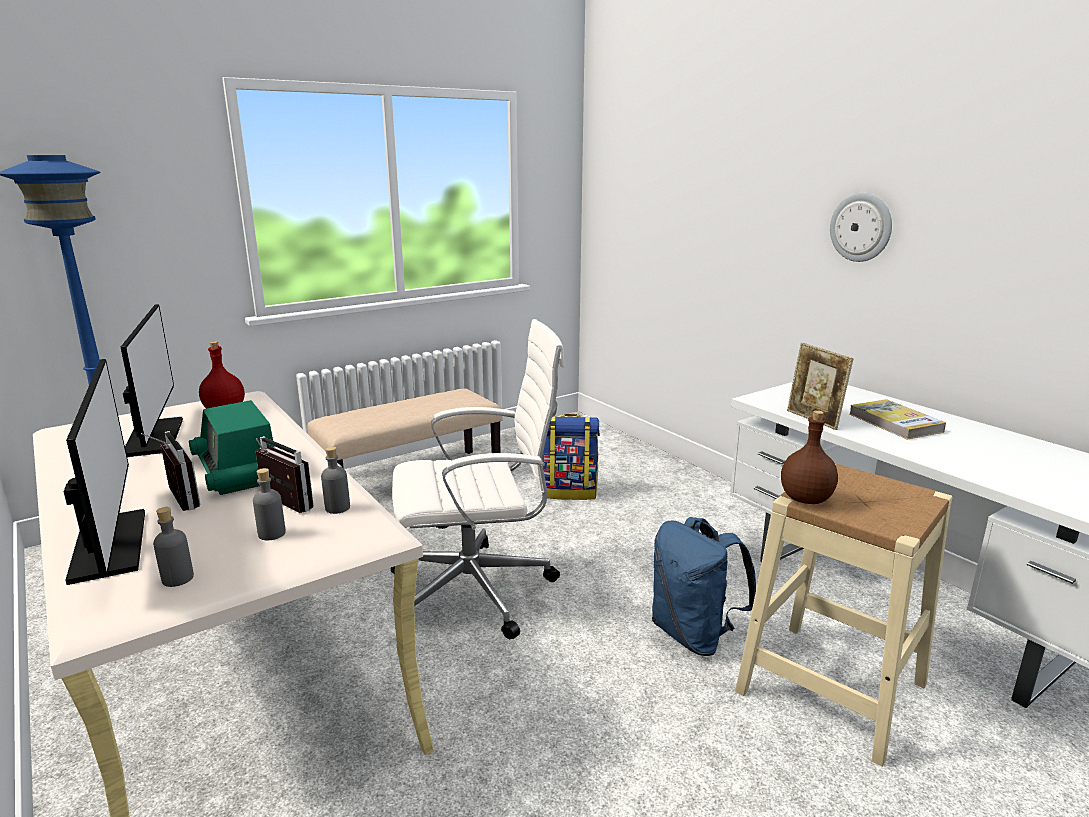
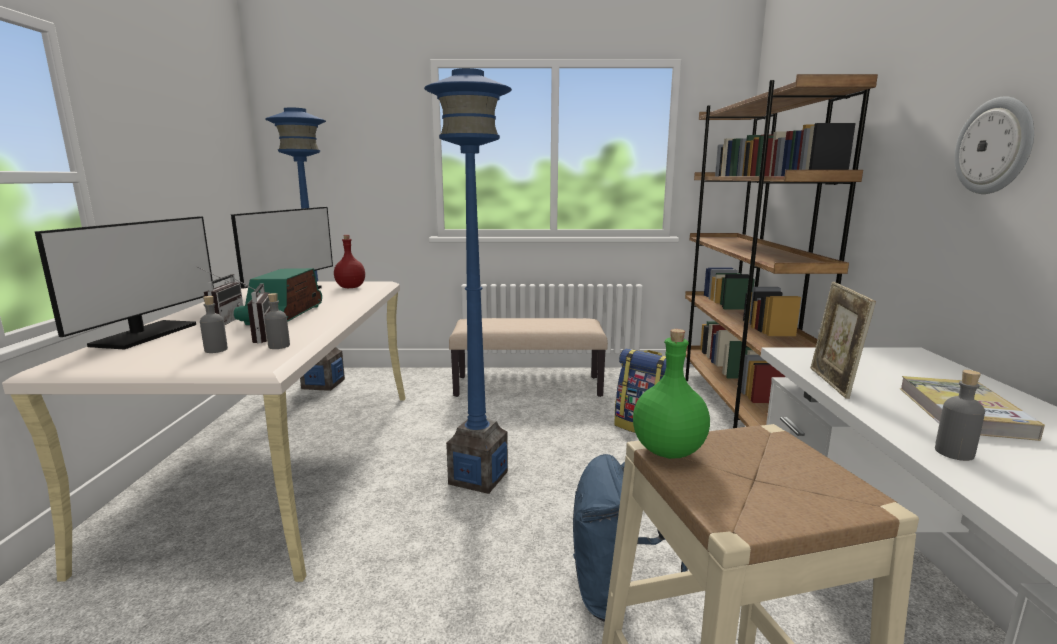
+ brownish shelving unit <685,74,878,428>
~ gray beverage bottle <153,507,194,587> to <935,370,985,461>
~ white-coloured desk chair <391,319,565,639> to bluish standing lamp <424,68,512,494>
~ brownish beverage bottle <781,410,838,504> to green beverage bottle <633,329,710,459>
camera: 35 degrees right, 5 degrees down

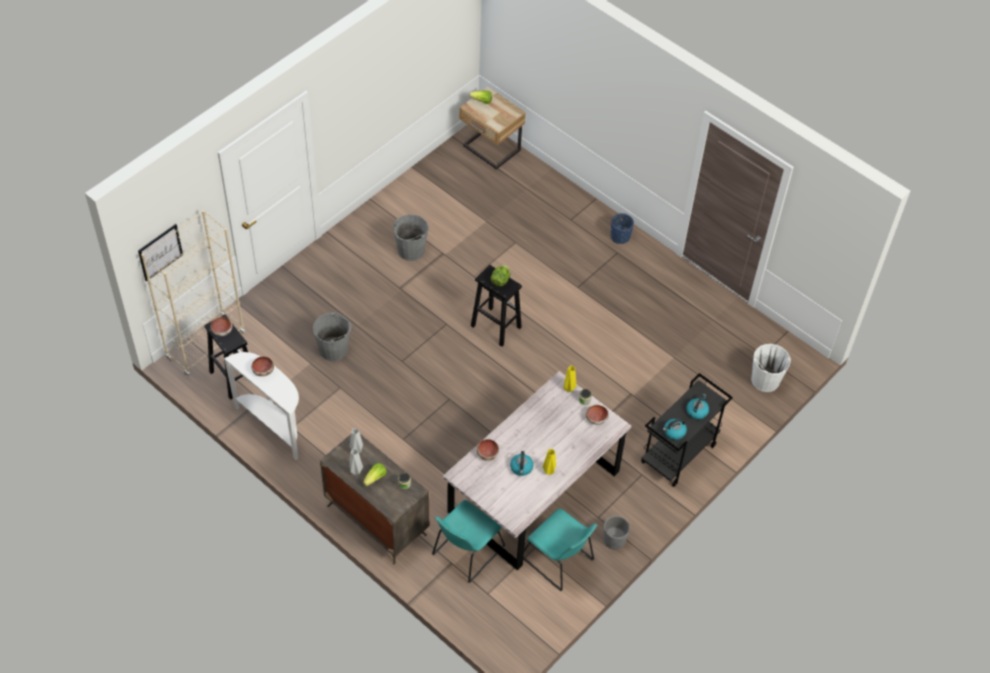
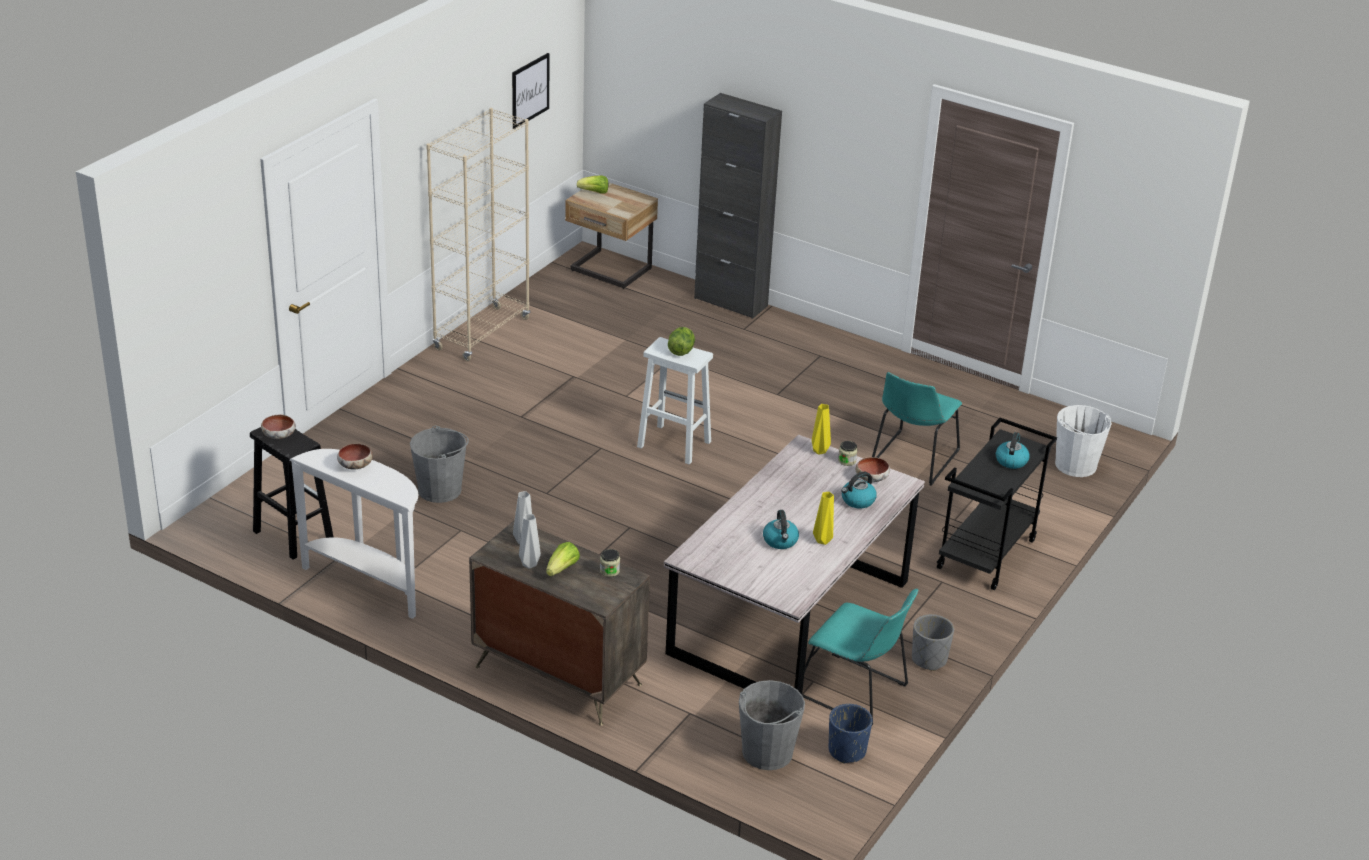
- deep dish <477,439,499,461>
+ black-coloured cabinet <694,93,782,319>
~ wall art <138,224,183,282> to <512,53,549,129>
~ sand-coloured shelving unit <141,210,245,376> to <426,108,530,361>
~ gray pail <393,214,428,261> to <739,680,805,770>
~ turquoise-coloured plain chair <432,500,505,583> to <872,372,962,486>
~ bluish planter <611,213,634,244> to <829,704,873,764>
~ tea kettle <663,418,687,440> to <841,472,877,509>
~ black-coloured stool seat <471,265,522,347> to white-coloured stool seat <637,337,713,465>
camera: 10 degrees left, 20 degrees down

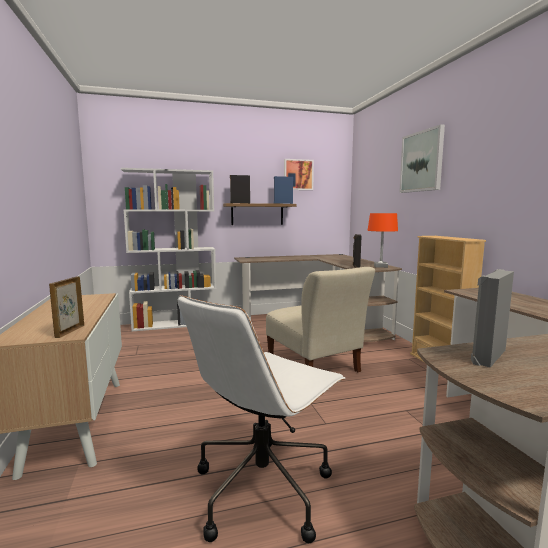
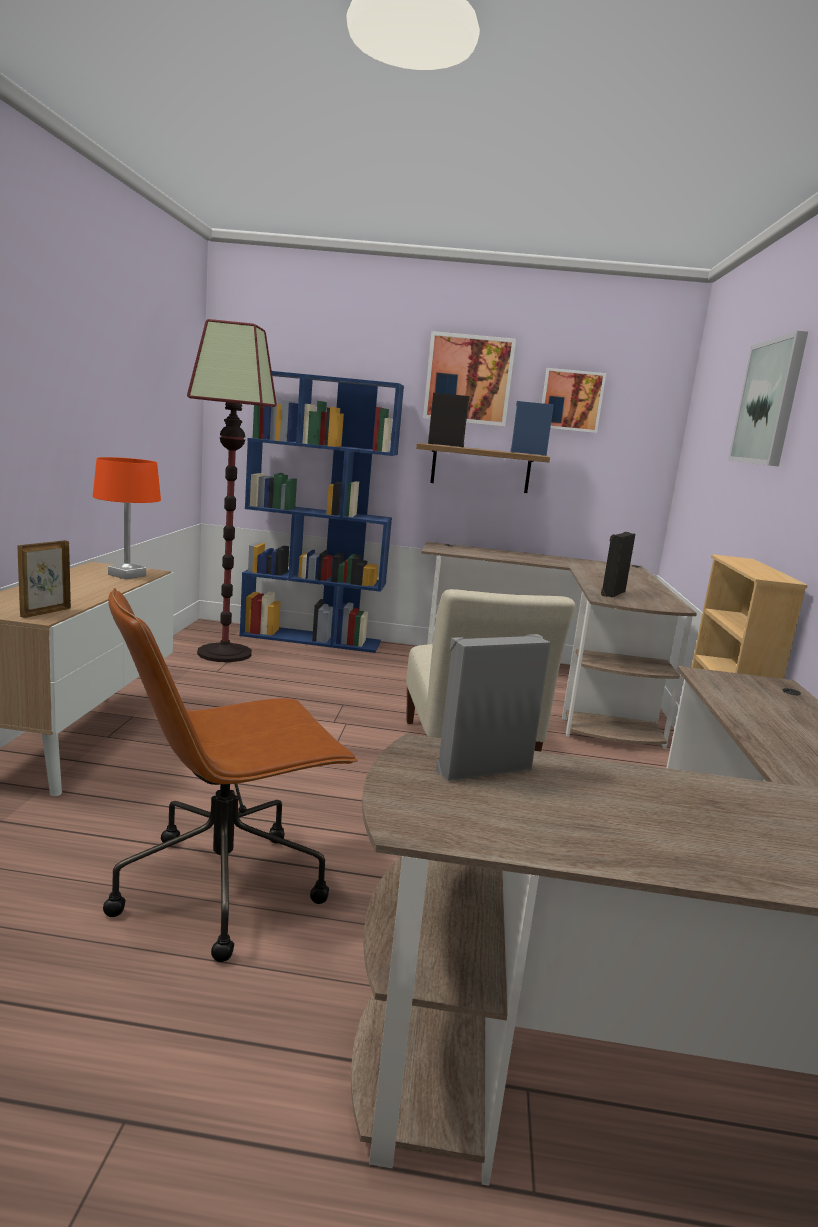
+ standing lamp <187,319,277,662>
+ wall art <423,331,516,426>
~ orange lamp for a table <367,213,398,268> to <93,457,161,579>
~ white-coloured shelving unit <121,168,216,331> to bluish shelving unit <239,371,404,653>
~ white-coloured desk chair <178,295,345,543> to brownish desk chair <103,588,358,962>
camera: 20 degrees right, 5 degrees up

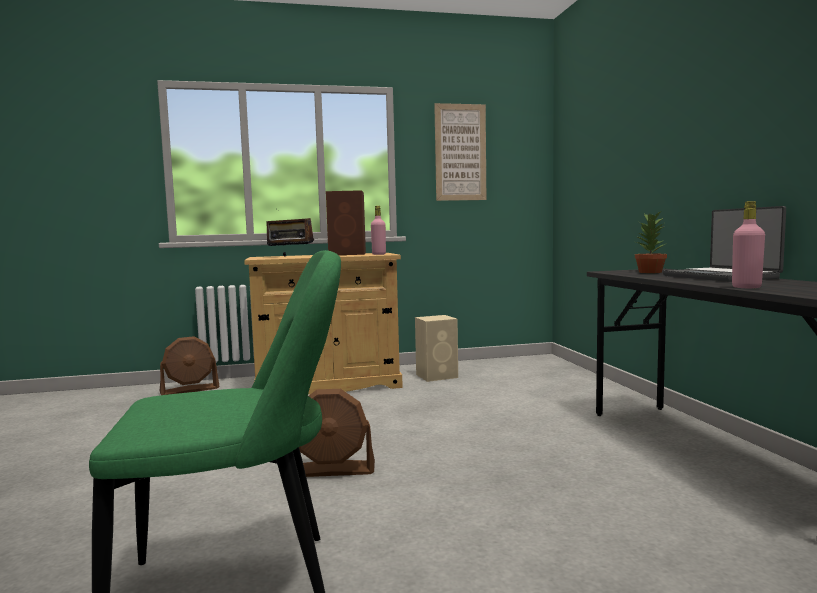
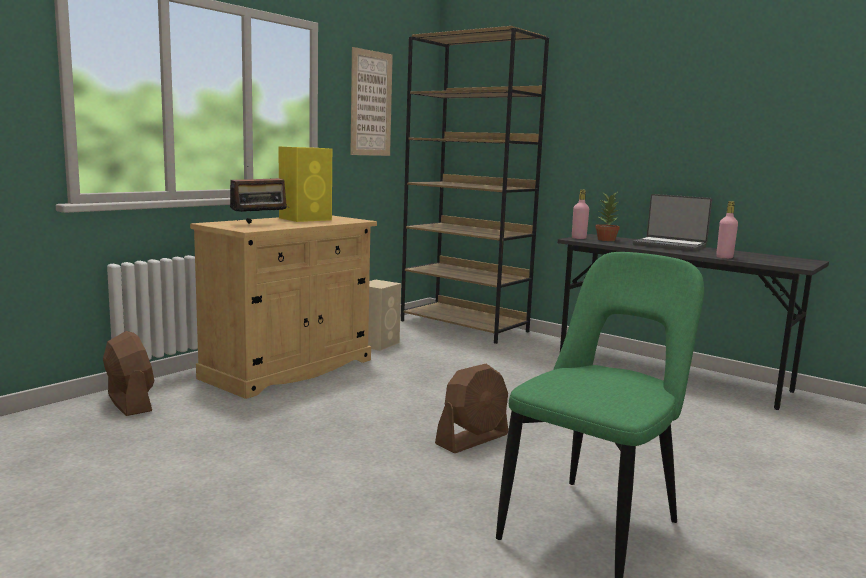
+ brownish shelving unit <401,26,549,344>
~ pinkish beverage bottle <371,206,386,255> to <572,189,589,239>
~ brownish loudspeaker <326,190,366,255> to yellow loudspeaker <279,146,332,222>
~ brownish cooling fan <159,336,220,395> = <103,331,154,416> 60 degrees counterclockwise
camera: 40 degrees left, 5 degrees up

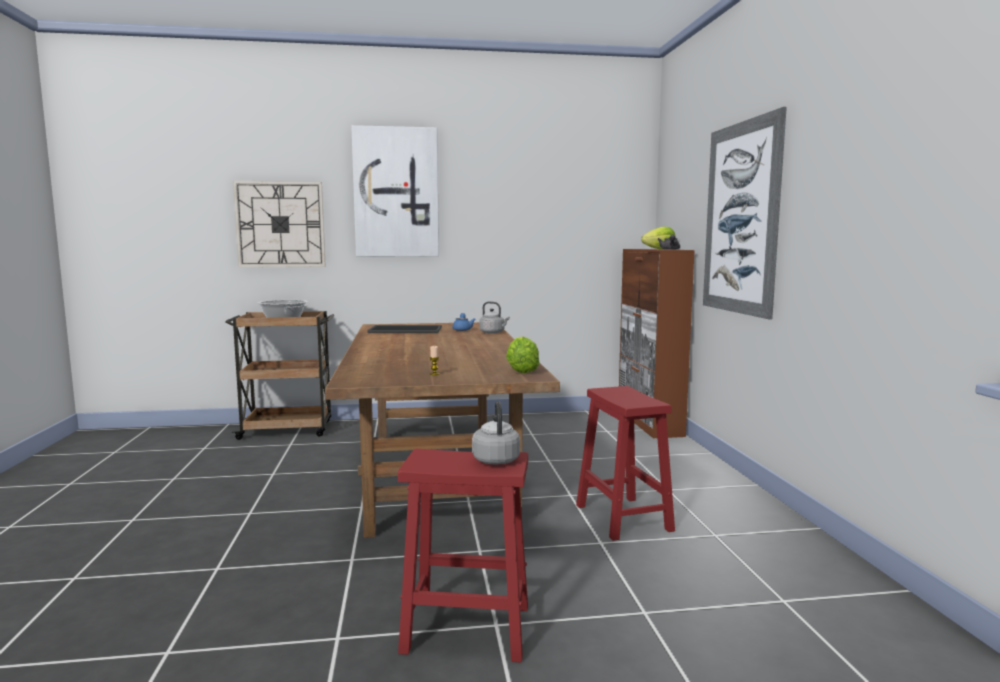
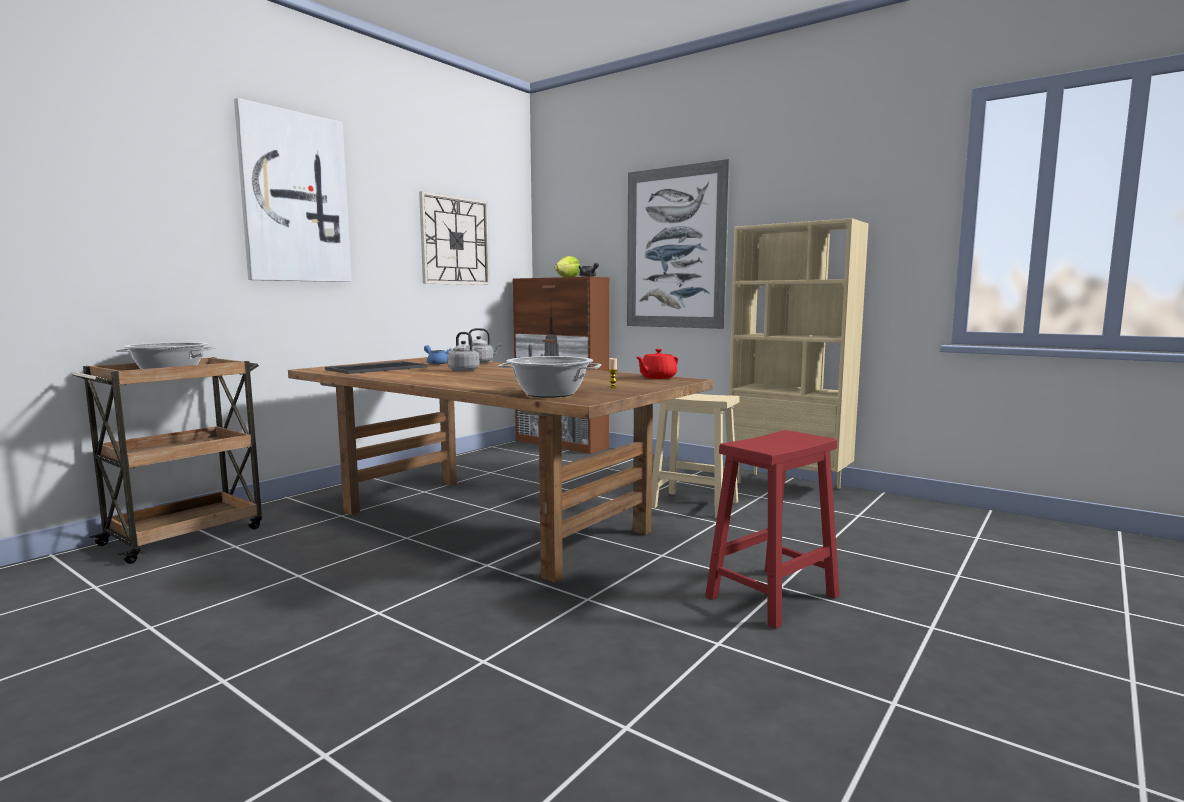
+ saucepot <498,356,601,398>
+ sand-coloured shelving unit <729,218,869,489>
~ hanging clock <233,181,326,267> to <419,191,490,285>
~ gray tea kettle <472,401,520,464> to <448,332,479,371>
~ lettuce <506,336,540,373> to red-coloured pot for tea <636,349,678,379>
~ red-coloured stool seat <576,386,675,541> to sand-coloured stool seat <651,394,739,518>
camera: 45 degrees left, 0 degrees up

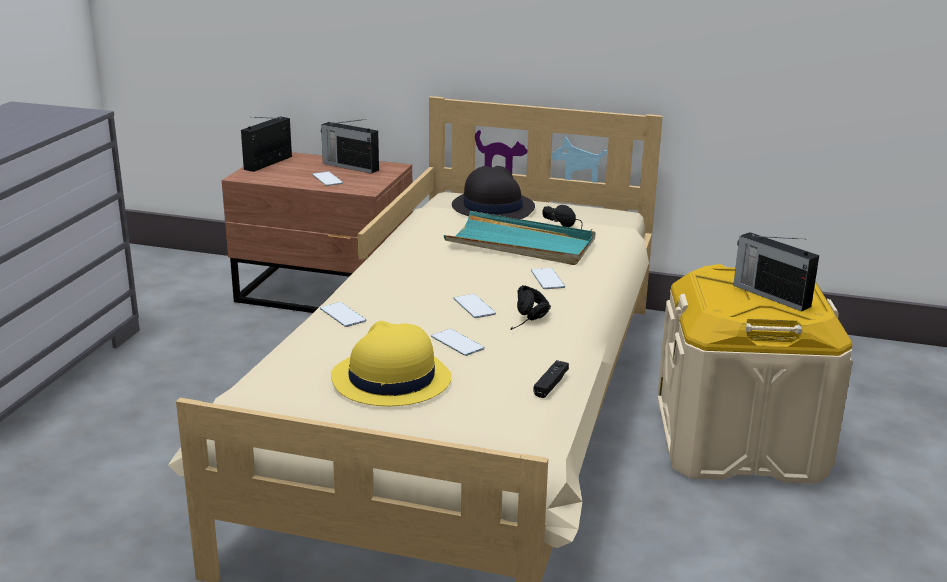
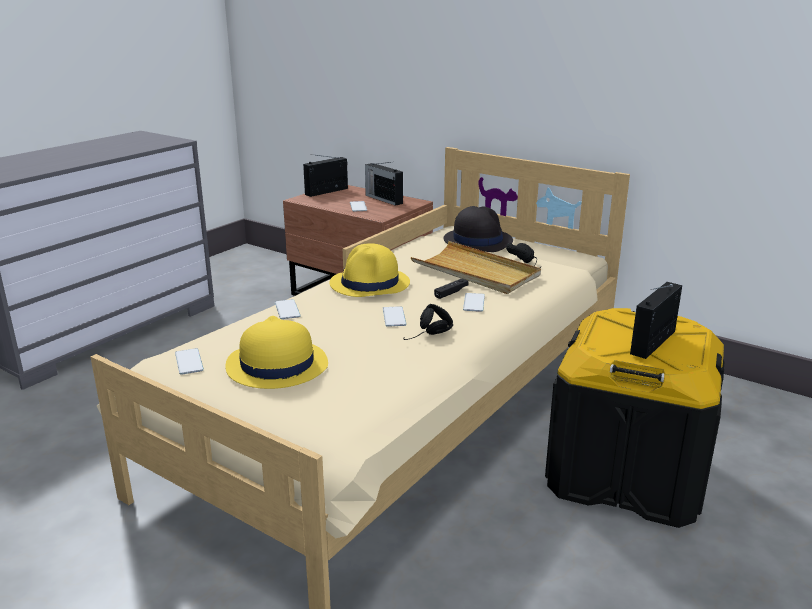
+ yellow hat <329,243,410,297>
~ phone <431,329,485,356> to <175,348,204,375>
~ black-coloured gamepad <534,360,569,398> to <434,279,469,299>
~ turquoise-coloured tray <444,211,596,265> to sand-coloured tray <411,241,541,294>
~ sand-coloured storage container <657,264,853,484> to black-coloured storage container <545,308,725,528>
~ radio set <733,232,819,312> = <630,282,682,359> 60 degrees clockwise
camera: 20 degrees right, 0 degrees up

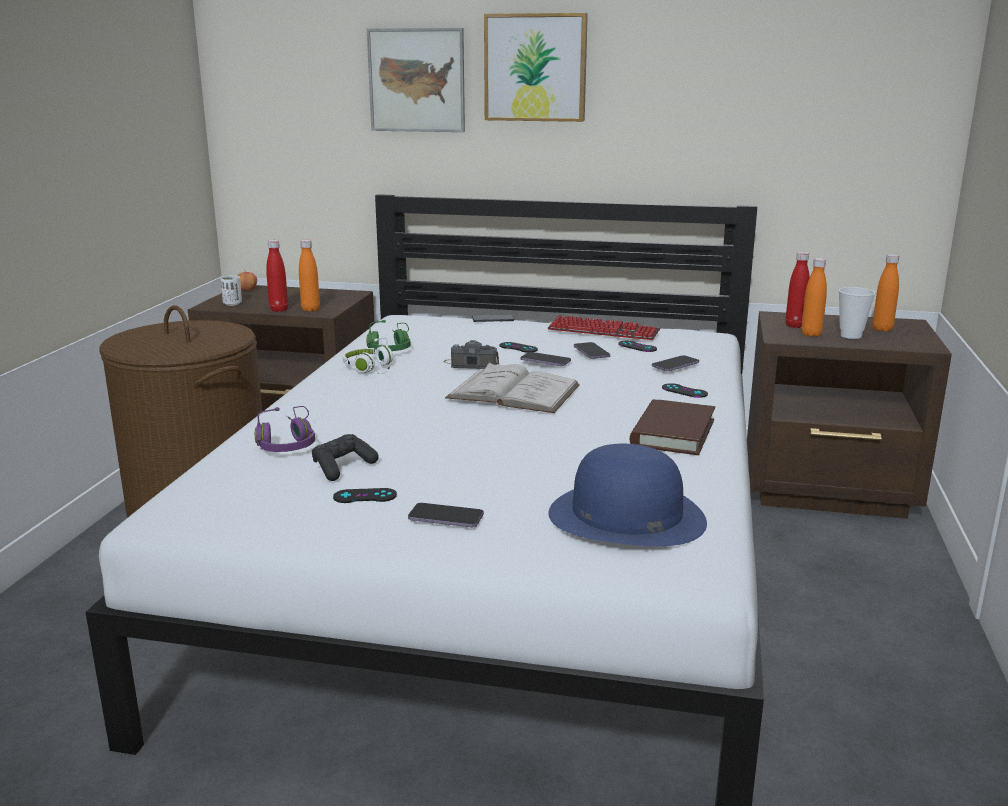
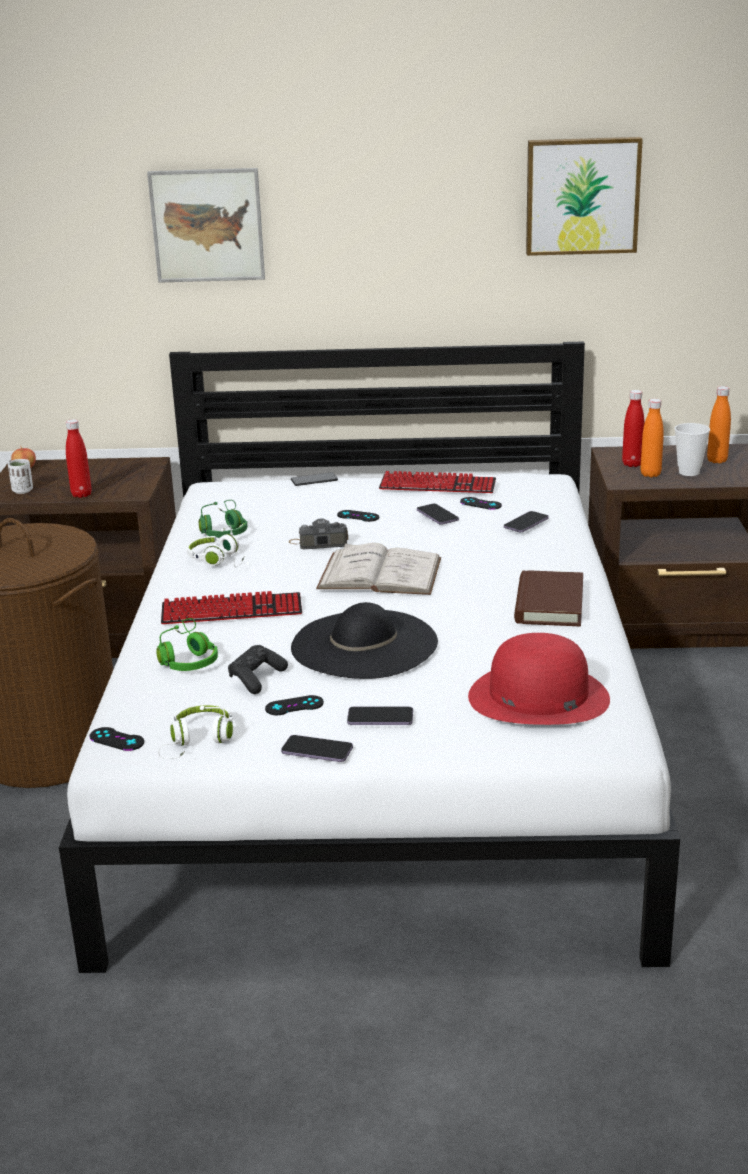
- orange beverage bottle <299,240,320,312>
+ white-coloured pair of headphones <158,704,233,759>
+ PC keyboard <161,591,302,624>
+ black-coloured hat <291,602,438,679>
~ wall art <484,13,588,122> to <526,137,643,256>
~ phone <521,352,571,366> to <281,735,353,762>
~ black-coloured gamepad <662,383,708,398> to <90,727,144,751>
~ purple-coloured pair of headphones <255,406,315,452> to green pair of headphones <156,618,218,671>
~ bluish hat <548,444,707,546> to red-coloured hat <468,633,610,725>
camera: 10 degrees left, 5 degrees up

